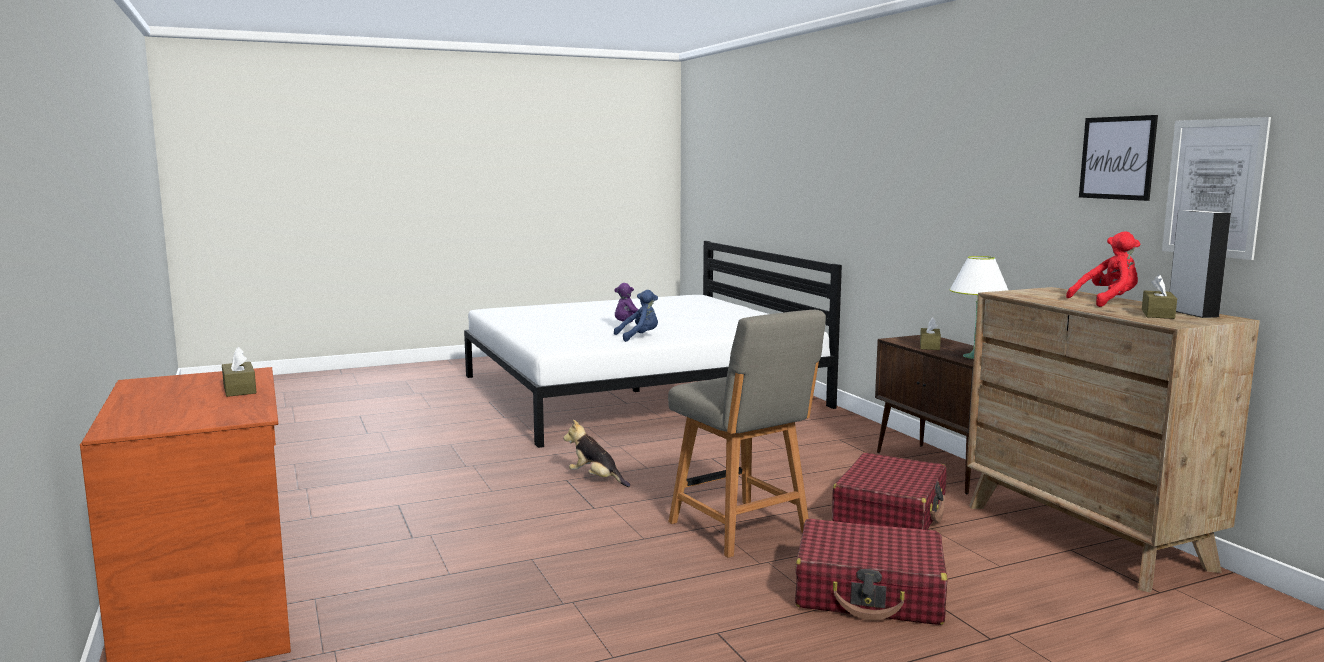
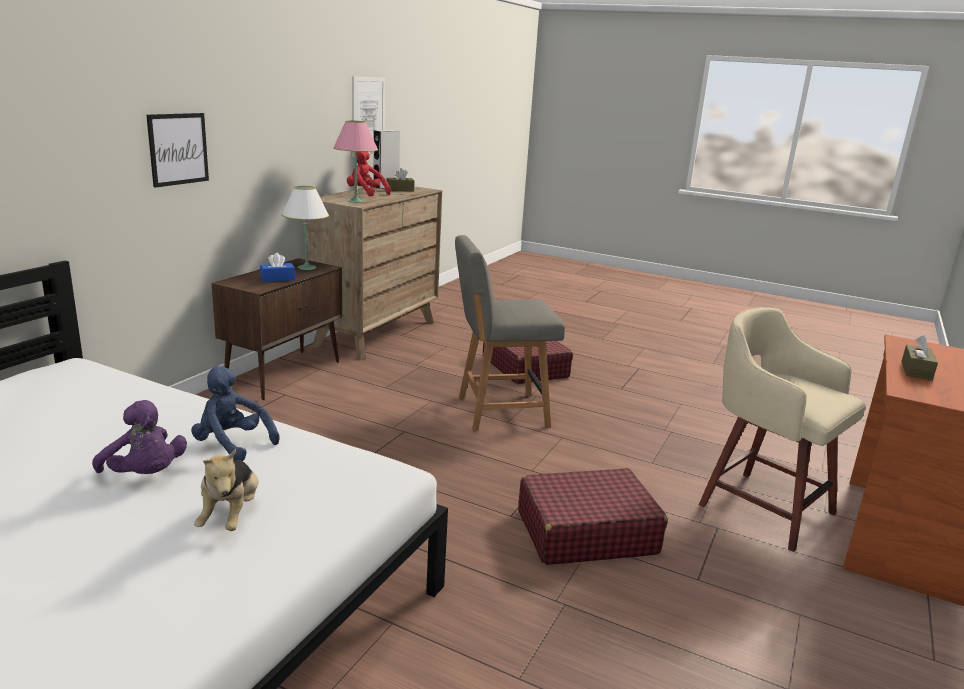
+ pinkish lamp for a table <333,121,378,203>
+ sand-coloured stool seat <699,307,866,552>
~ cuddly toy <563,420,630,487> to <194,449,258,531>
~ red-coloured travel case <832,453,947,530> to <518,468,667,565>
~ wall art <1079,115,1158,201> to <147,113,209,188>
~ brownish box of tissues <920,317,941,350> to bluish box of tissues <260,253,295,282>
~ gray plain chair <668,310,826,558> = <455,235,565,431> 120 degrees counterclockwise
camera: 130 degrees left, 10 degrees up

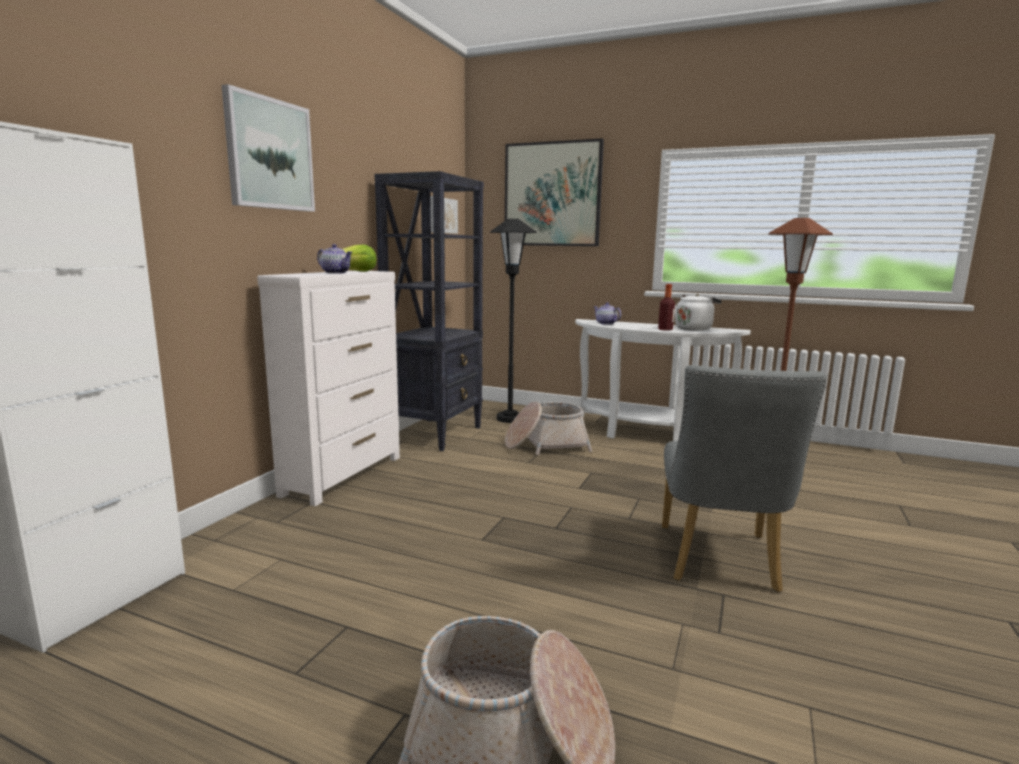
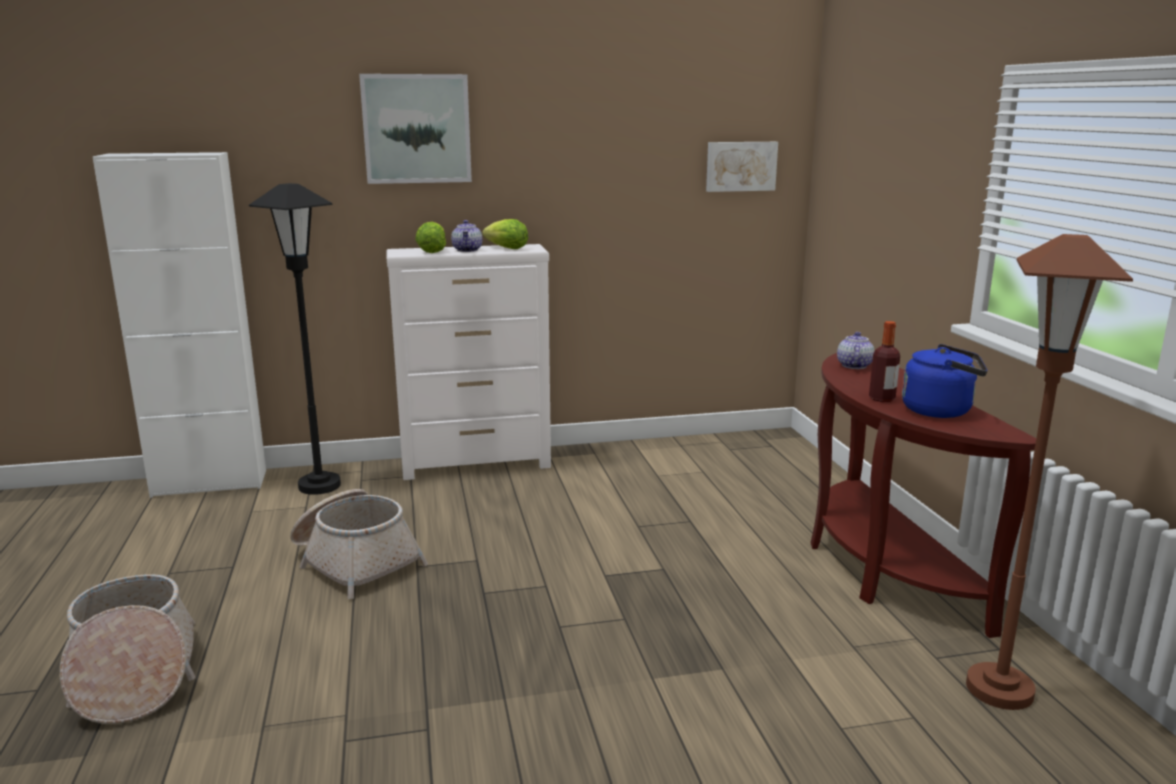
- black-coloured shelving unit <375,171,484,451>
- wall art <505,139,604,246>
- gray plain chair <662,365,827,592>
+ lettuce <415,222,446,253>
~ black-coloured standing lamp <490,219,537,423> to <249,183,341,495>
~ basket <505,402,592,455> to <290,489,428,599>
~ white-coloured console table <575,319,751,441> to brownish console table <811,353,1036,638>
~ white-coloured tea kettle <674,293,722,331> to bluish tea kettle <902,344,988,418>
camera: 55 degrees right, 5 degrees up

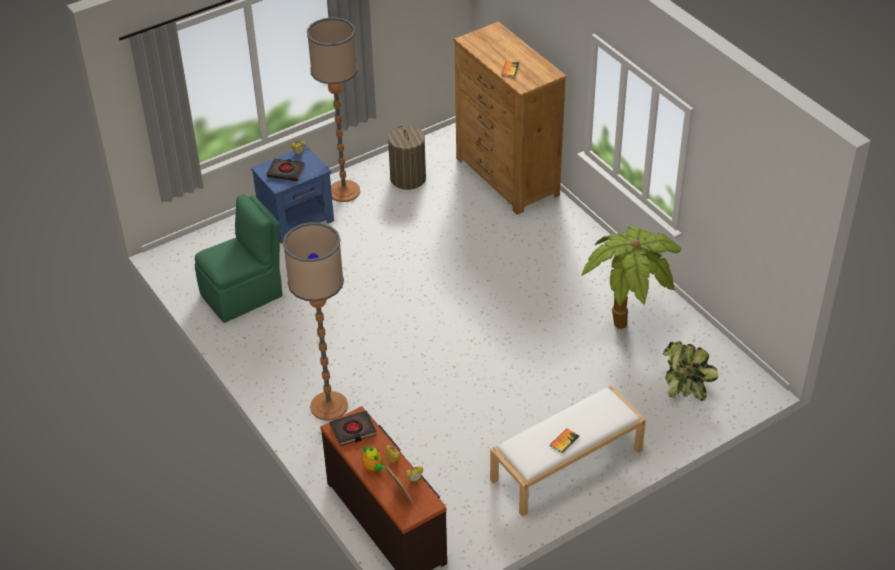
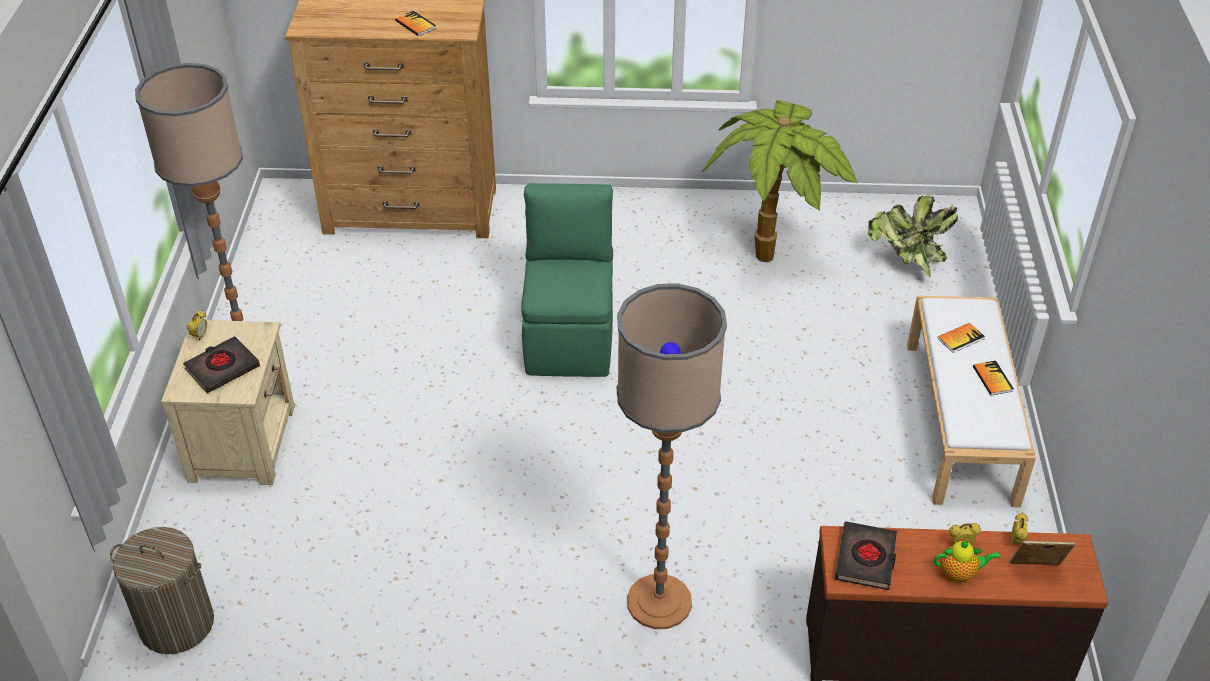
+ bound book <938,323,985,353>
~ green plain chair <195,194,283,323> to <521,183,613,377>
~ laundry basket <388,126,426,190> to <110,527,214,654>
~ bluish nightstand <251,145,334,243> to sand-coloured nightstand <161,320,295,485>
camera: 55 degrees left, 0 degrees up

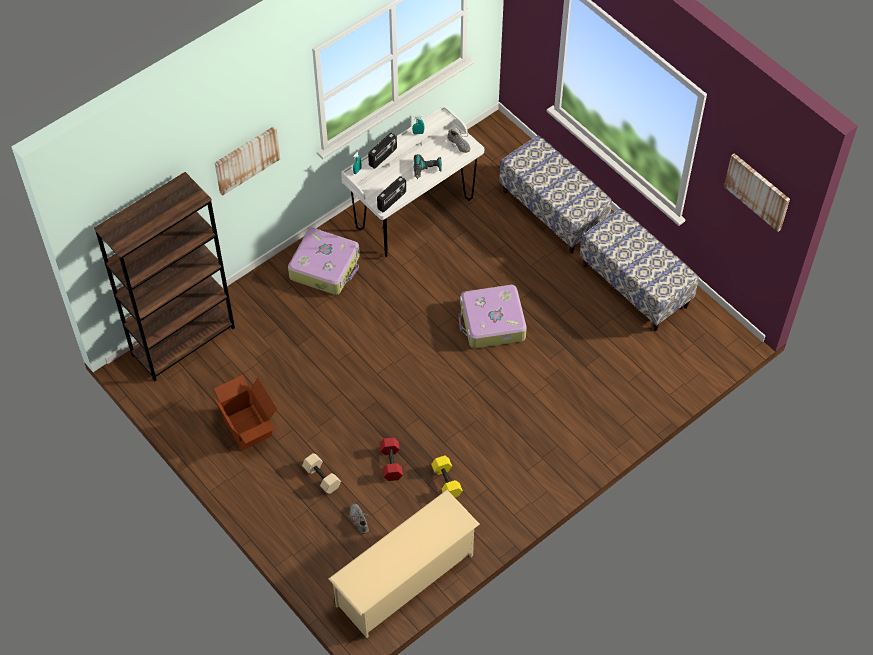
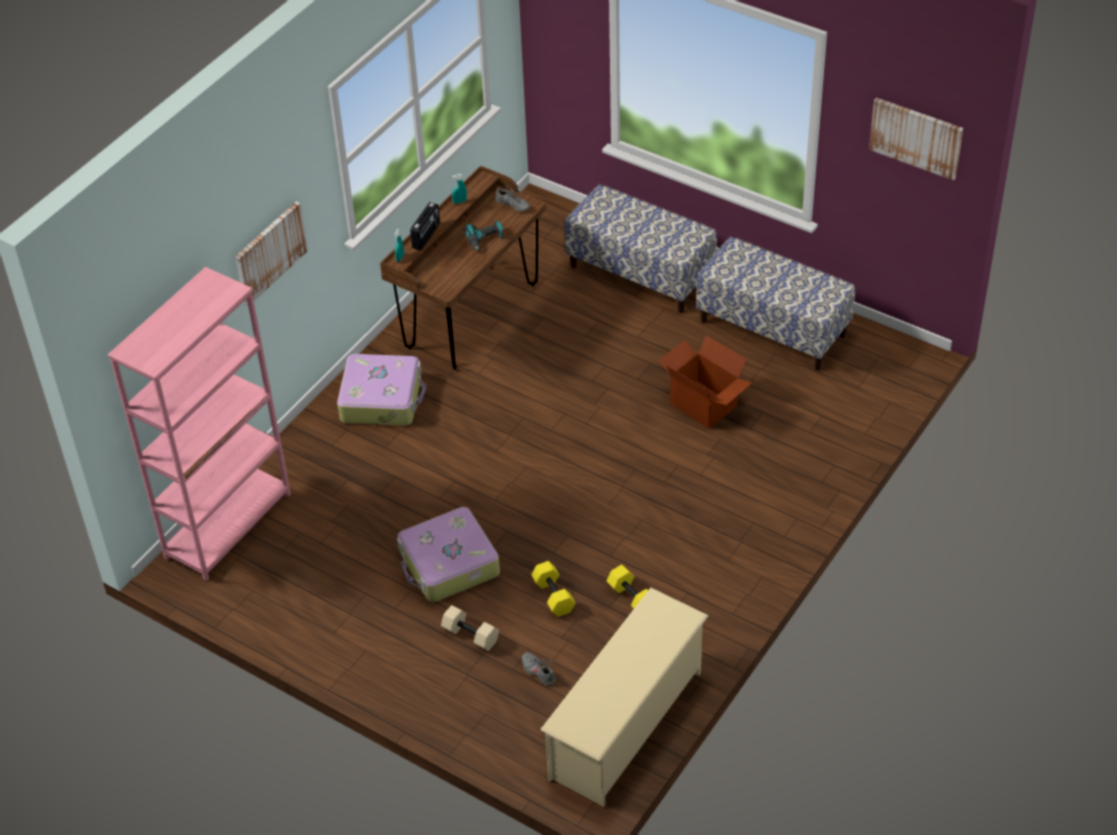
- radio set <377,176,406,213>
~ packing box <213,375,277,450> to <658,335,752,429>
~ travel case <459,285,527,349> to <397,507,500,602>
~ brownish shelving unit <94,172,235,382> to pinkish shelving unit <108,267,291,581>
~ white-coloured desk table <341,105,484,257> to brownish desk table <380,165,546,369>
~ red-coloured hand weight <380,437,403,481> to yellow hand weight <531,561,575,617>
camera: 15 degrees left, 10 degrees down

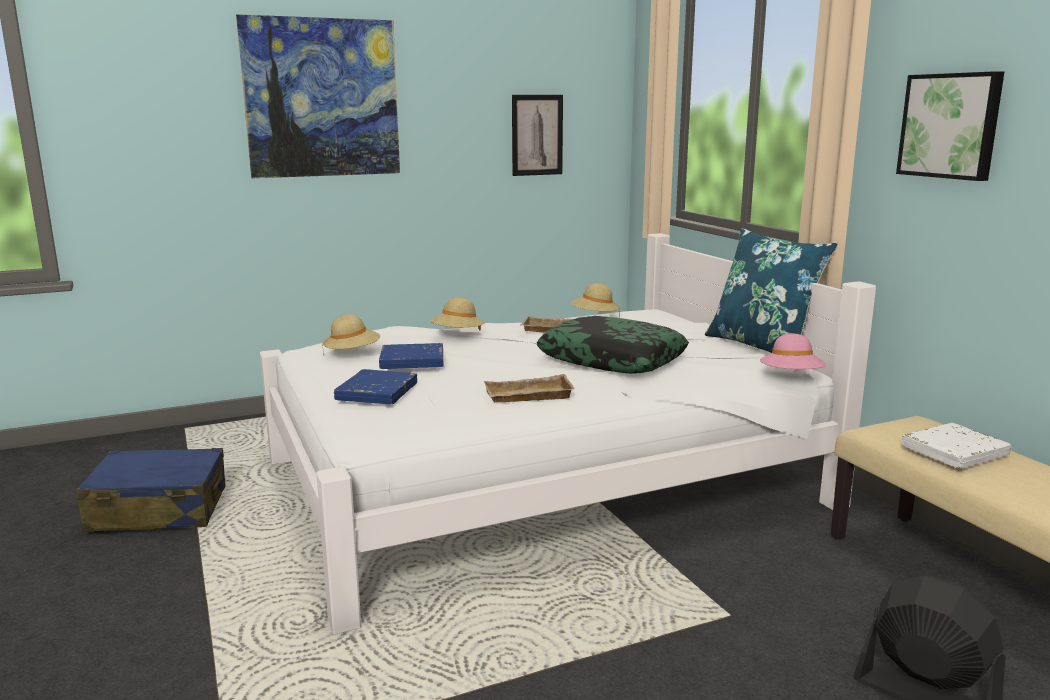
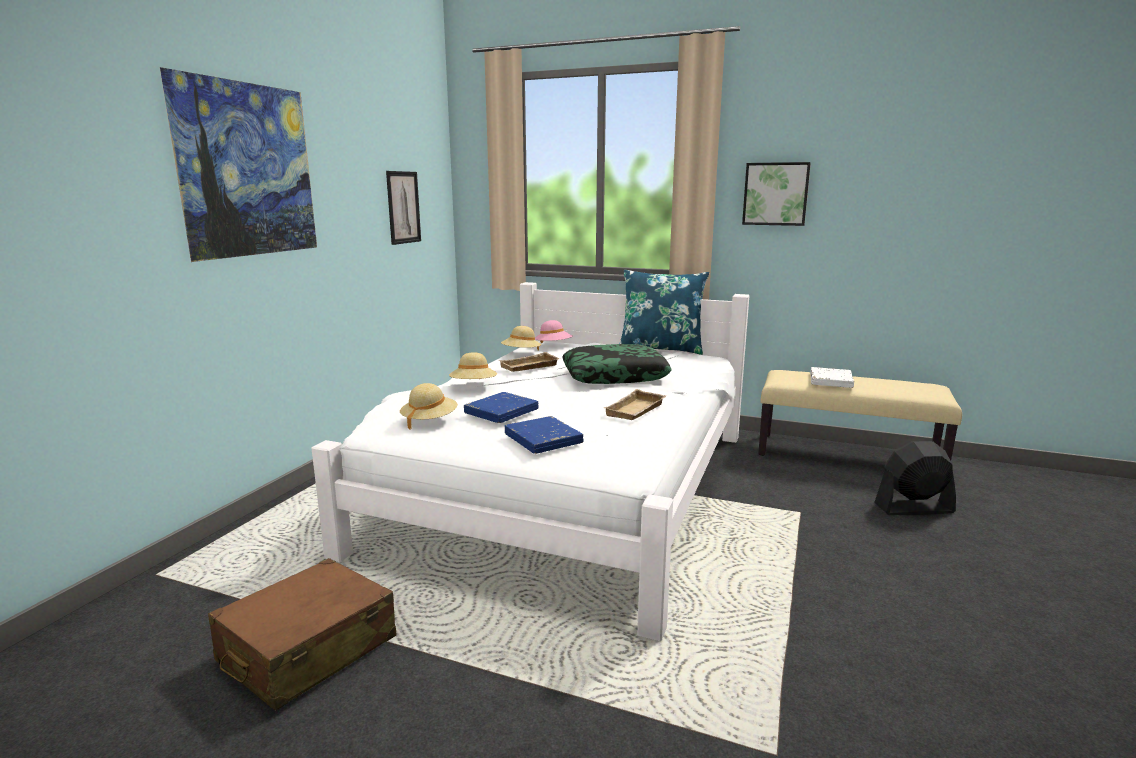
~ pinkish hat <760,334,826,369> to <535,320,572,343>
~ bluish travel case <77,448,226,532> to brownish travel case <208,558,397,711>
camera: 45 degrees left, 0 degrees up

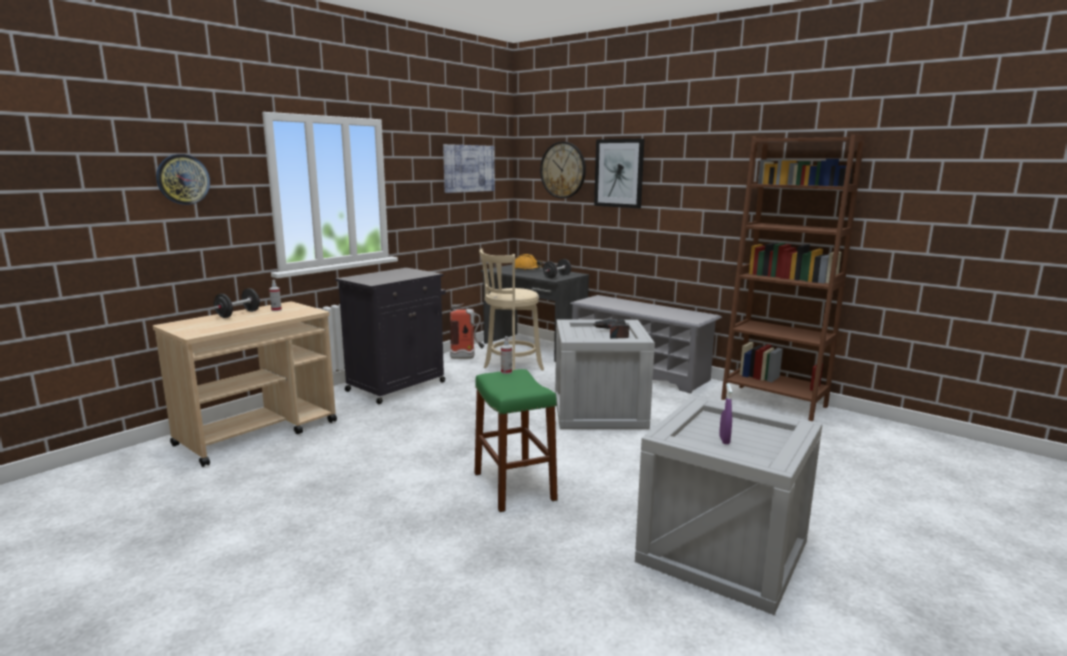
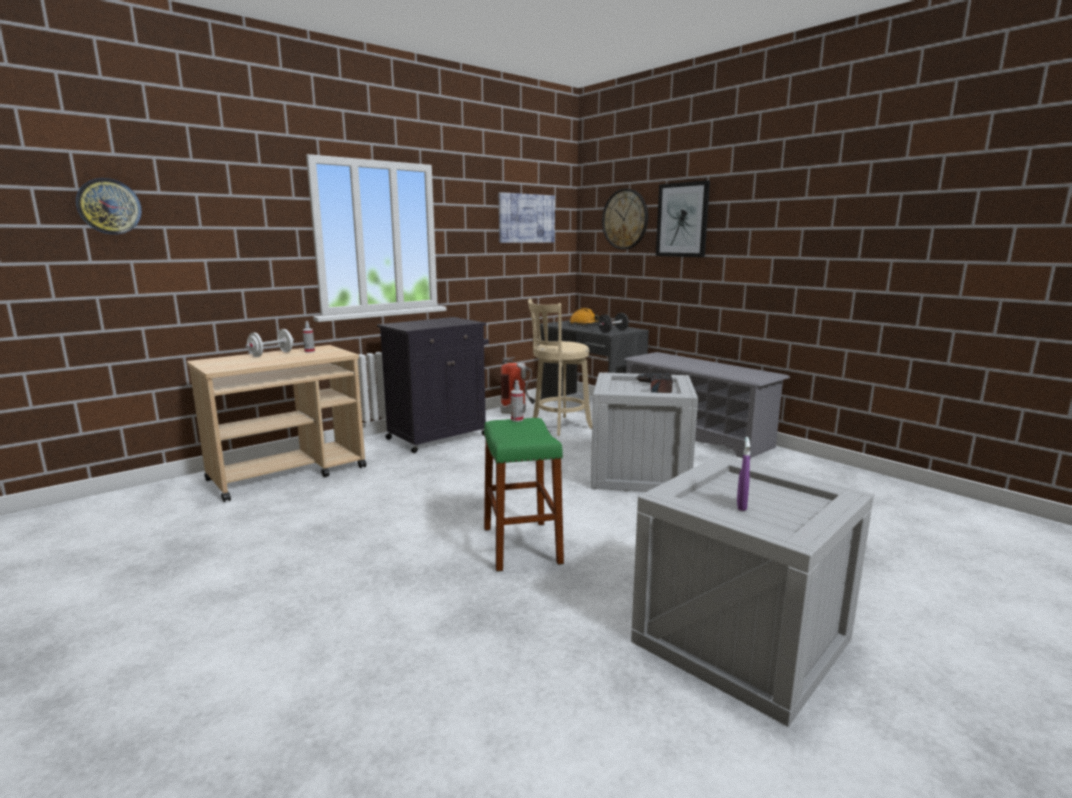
- brownish shelving unit <721,134,865,421>
~ hanging clock <156,154,210,205> to <76,178,142,234>
~ black-coloured hand weight <214,288,260,318> to white-coloured hand weight <245,329,294,357>
camera: 10 degrees right, 0 degrees up

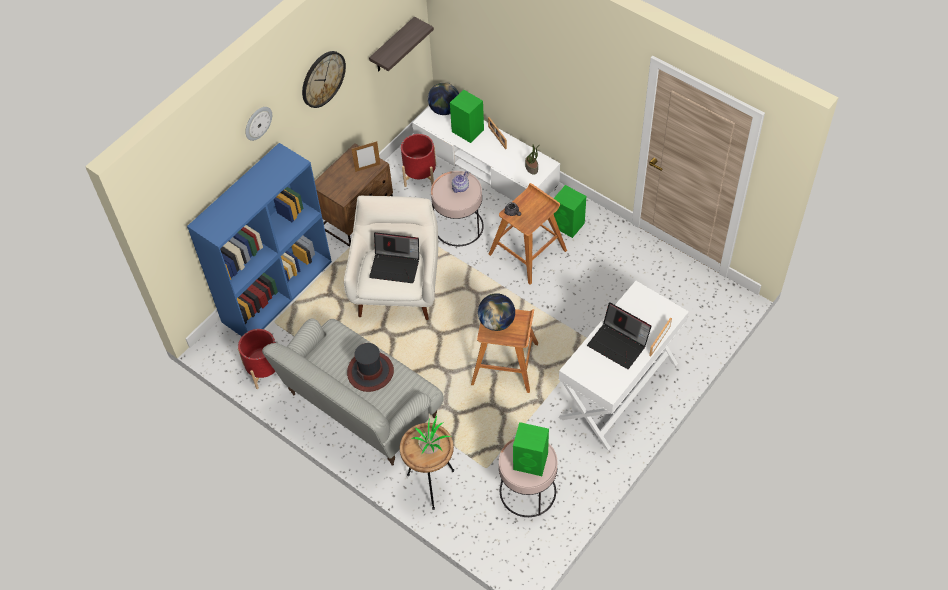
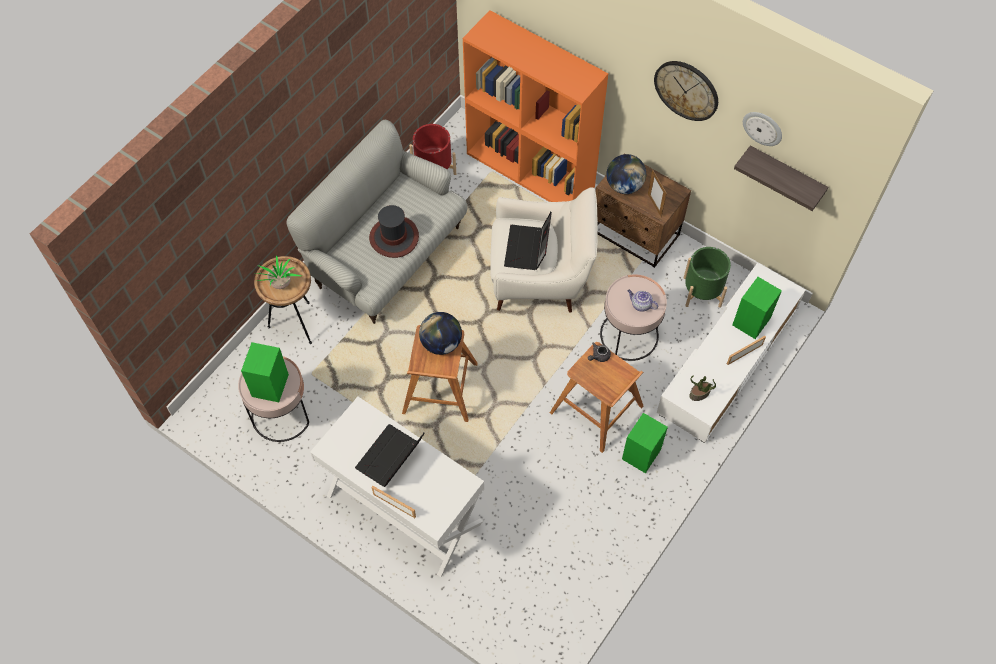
~ hanging clock <245,107,272,141> to <743,112,782,146>
~ world globe <428,83,459,115> to <606,154,646,194>
~ bluish shelving unit <187,143,332,336> to orange shelving unit <463,10,608,202>
~ red-coloured planter <401,134,436,187> to green planter <684,247,731,308>
camera: 85 degrees right, 5 degrees up

